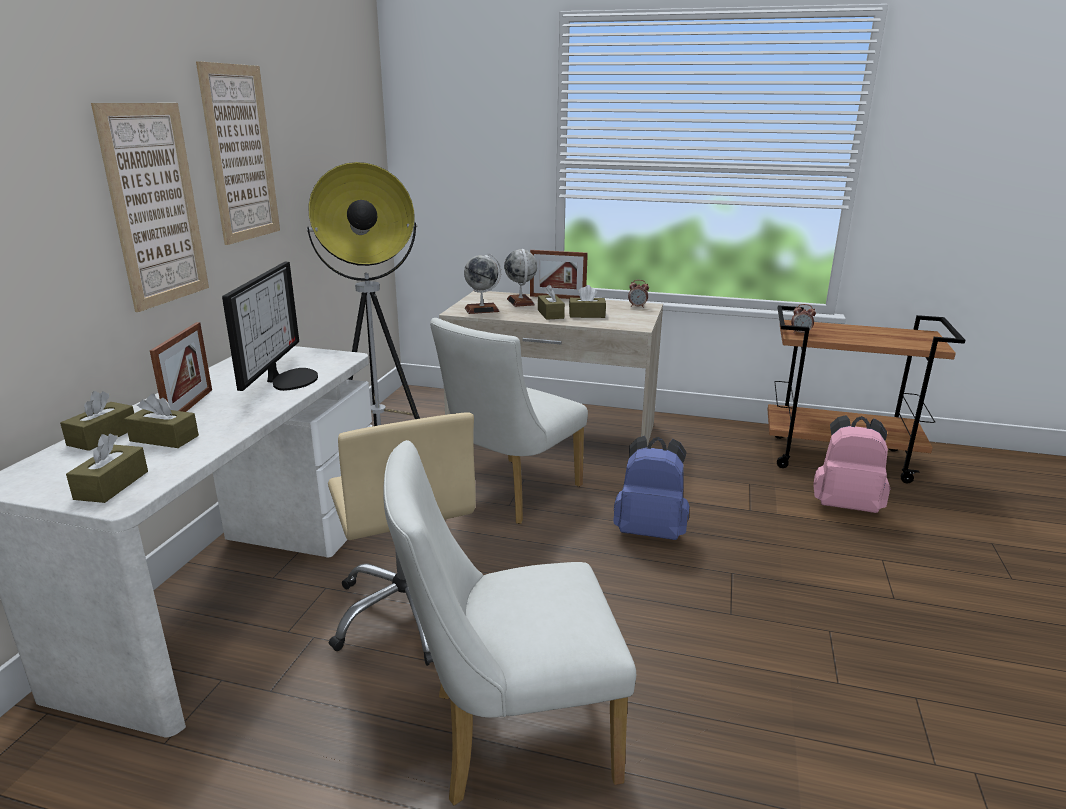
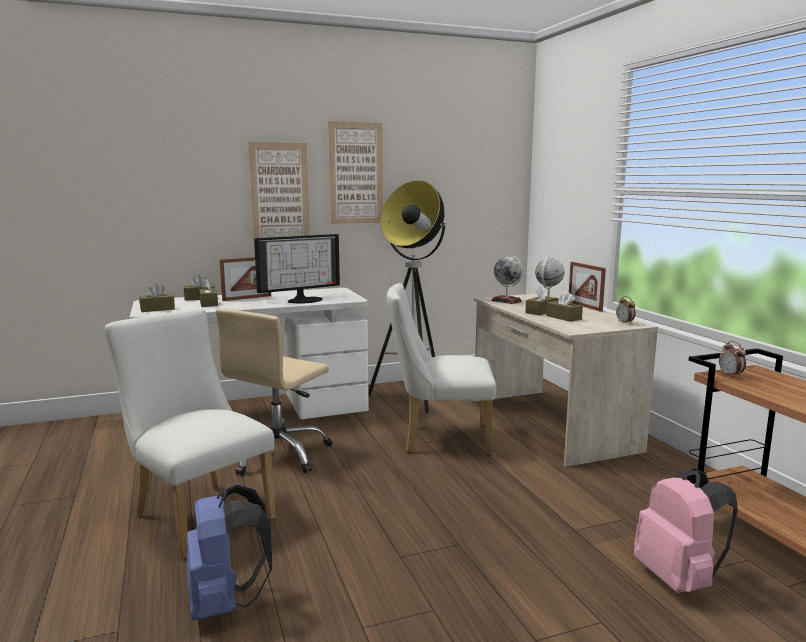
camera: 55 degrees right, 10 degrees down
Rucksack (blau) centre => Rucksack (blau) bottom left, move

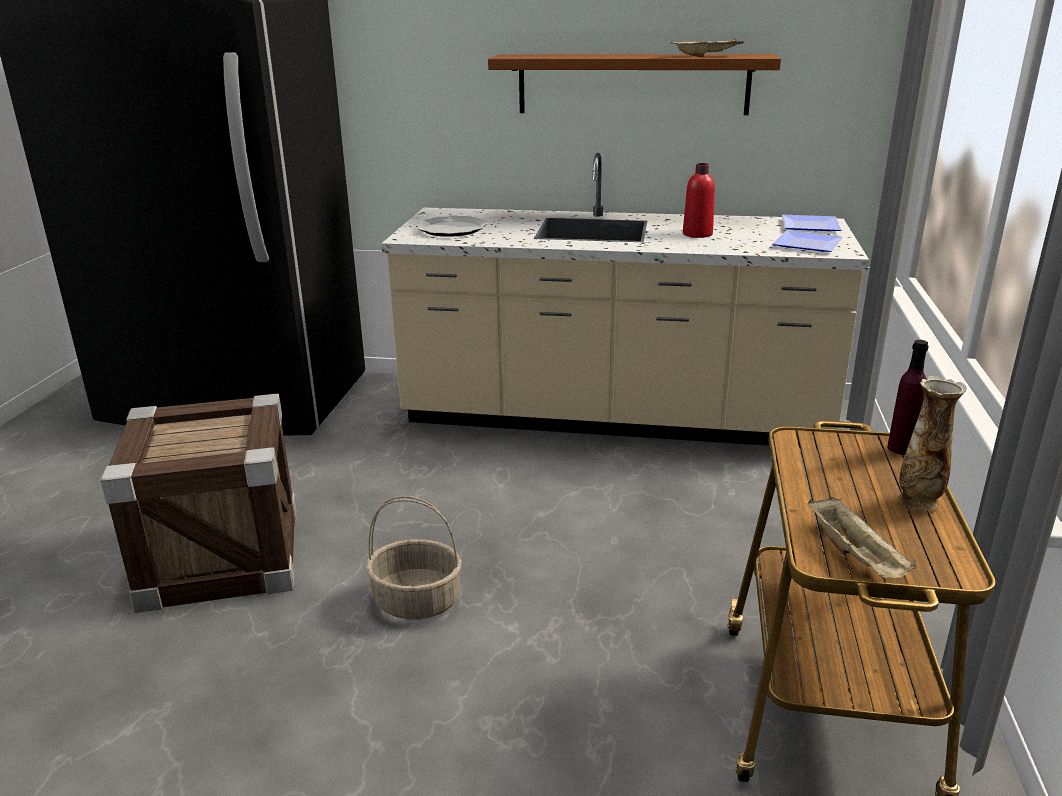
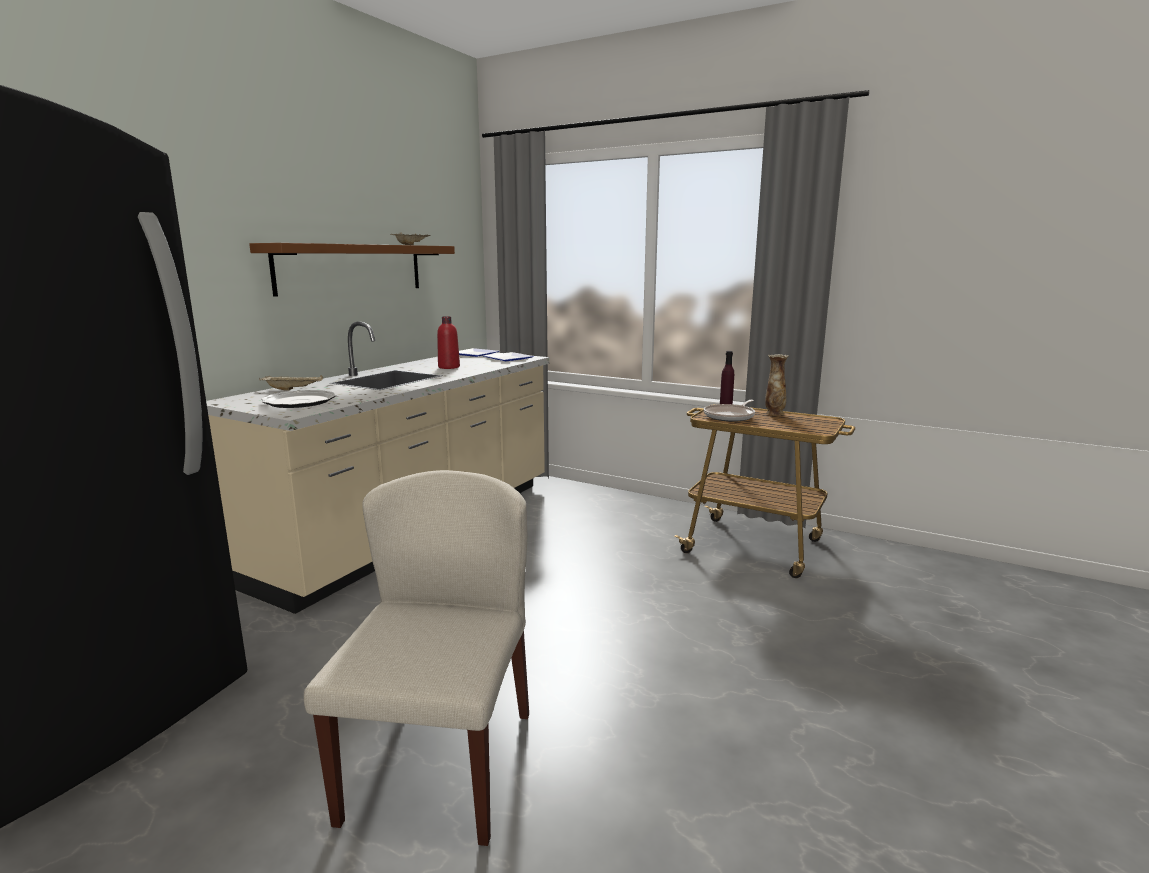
camera: 70 degrees left, 10 degrees down
Korb bottom centre => nothing
nothing => Pfanne centre
Tablett (beige) (2nd from left in the first image) bottom right => Tablett (beige) (1st from left) middle left, move
Kiste middle left => Stuhl (beige) bottom centre

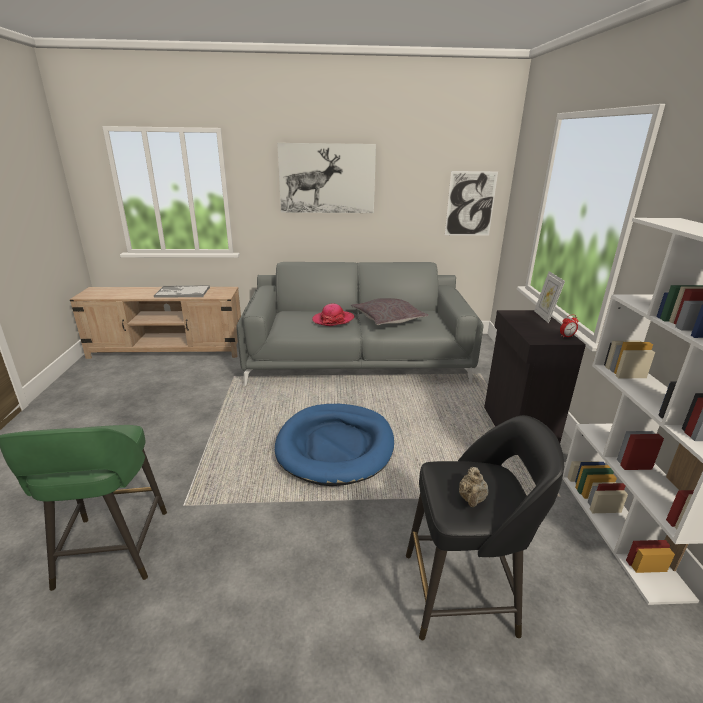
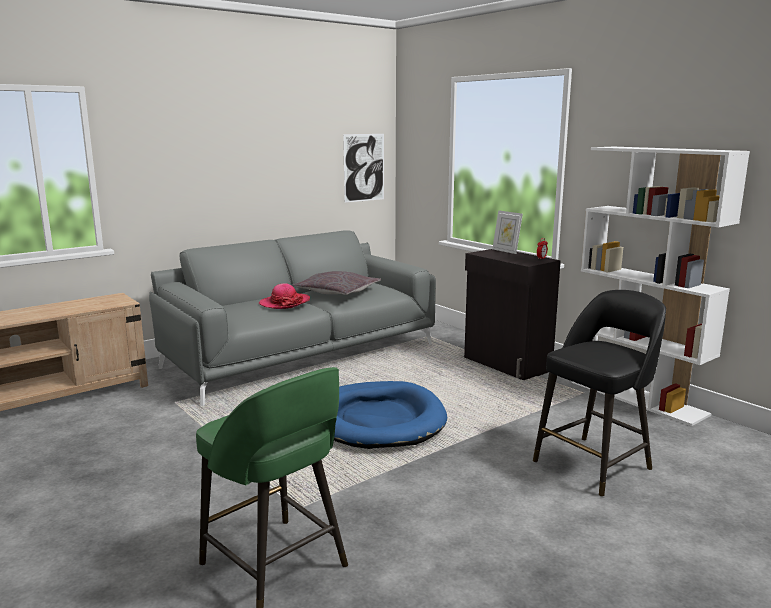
camera: 35 degrees left, 10 degrees down
Tablett middle left => nothing
Bild (1st from left) top centre => nothing
Teekanne (beige) bottom right => nothing

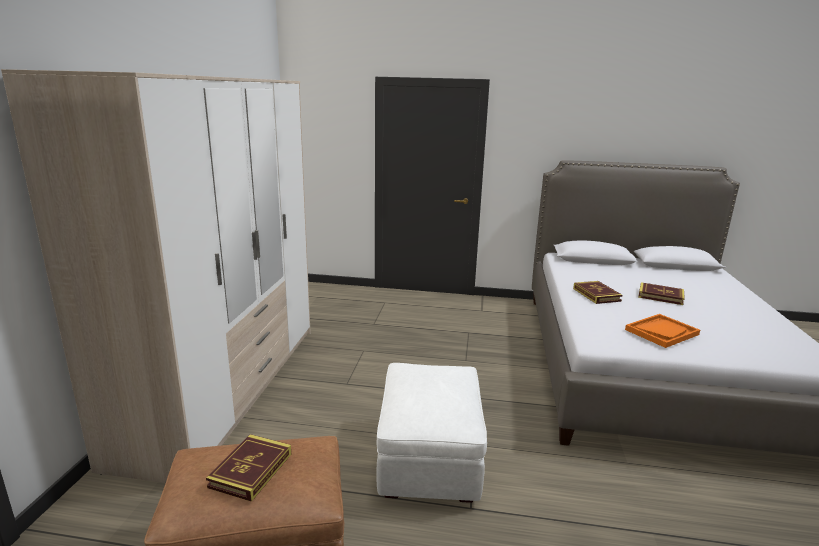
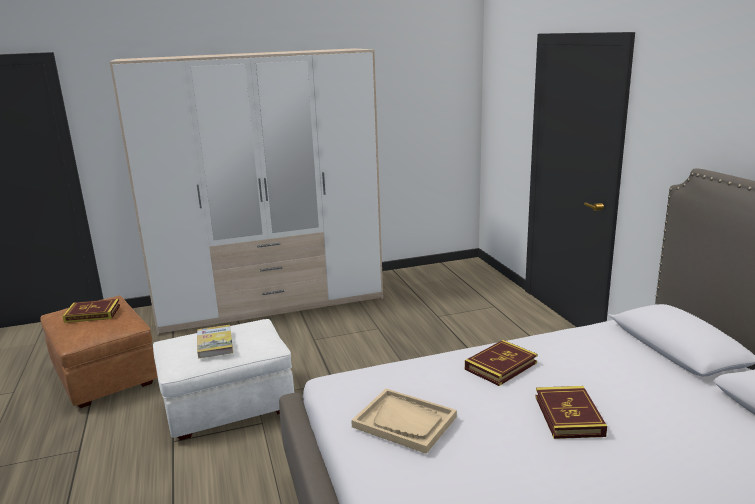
camera: 65 degrees right, 0 degrees up
nothing => Buch (2nd from left) bottom left
Tablett (orange) middle right => Tablett (beige) bottom centre

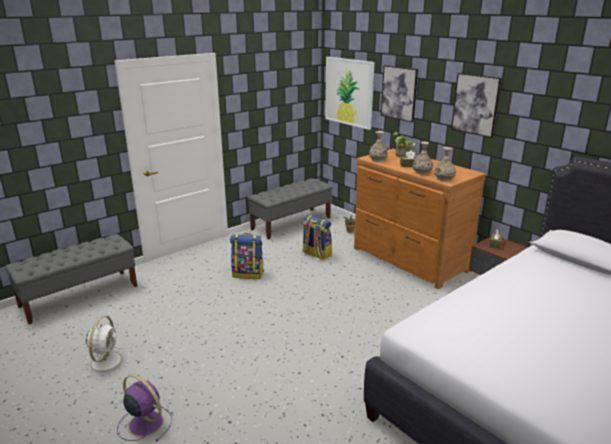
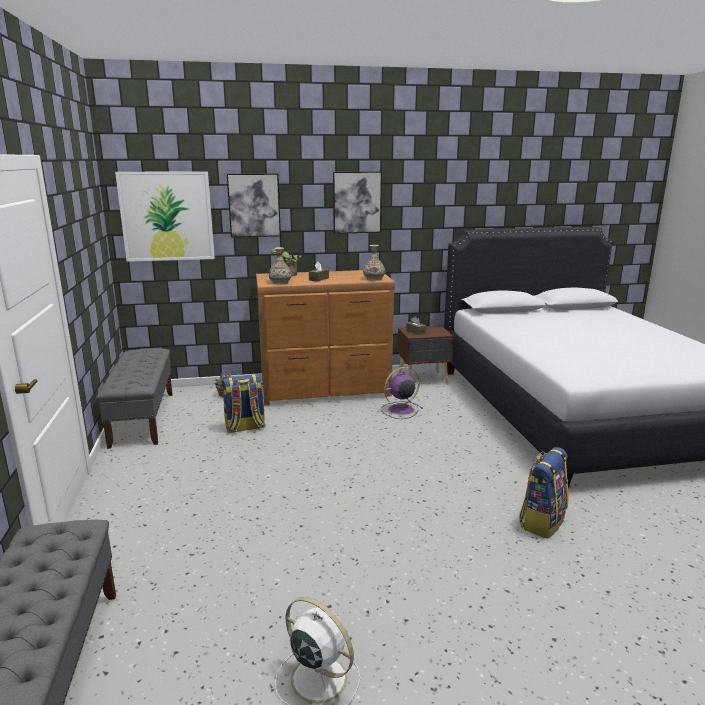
camera: 60 degrees left, 5 degrees down
Vase (2nd from left) middle right => nothing
Ventilator (lila) bottom left => Ventilator (lila) centre, move
Rucksack (1st from left in the first image) centre => Rucksack (2nd from left) bottom right, move

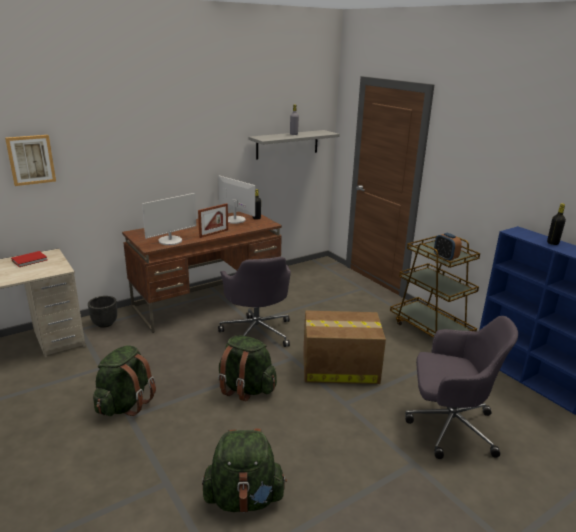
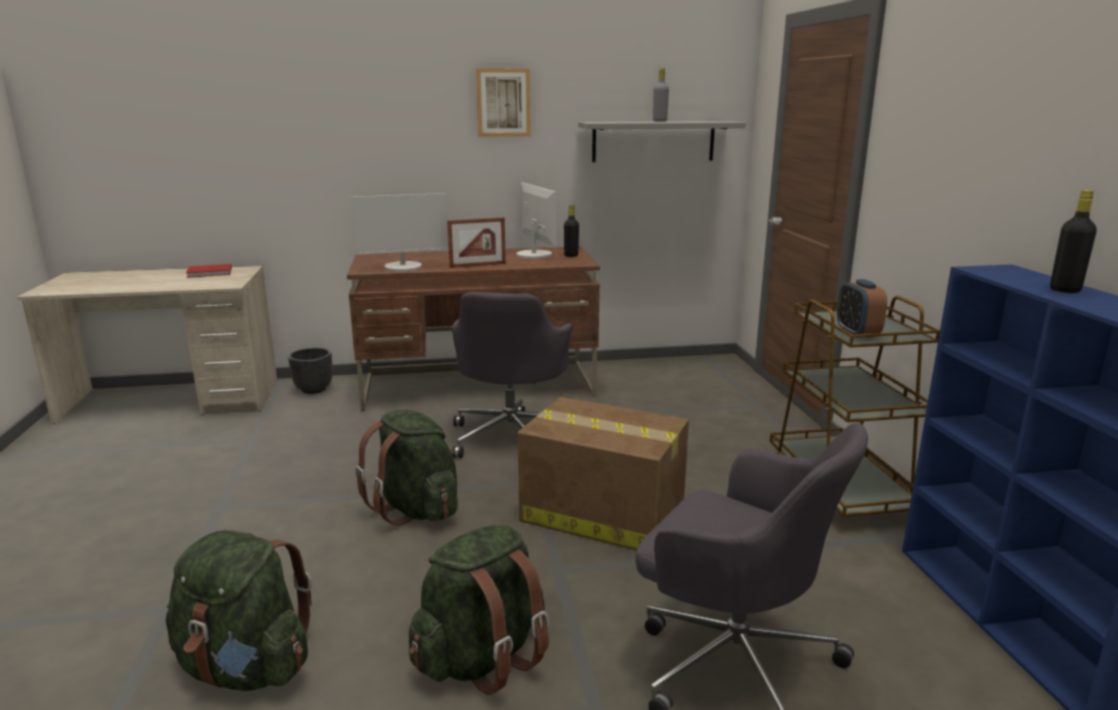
camera: 25 degrees right, 5 degrees down
Bild top left => Bild top centre, move
Rucksack (grün) (1st from left in the first image) bottom left => Rucksack (grün) (3rd from left) bottom centre, move

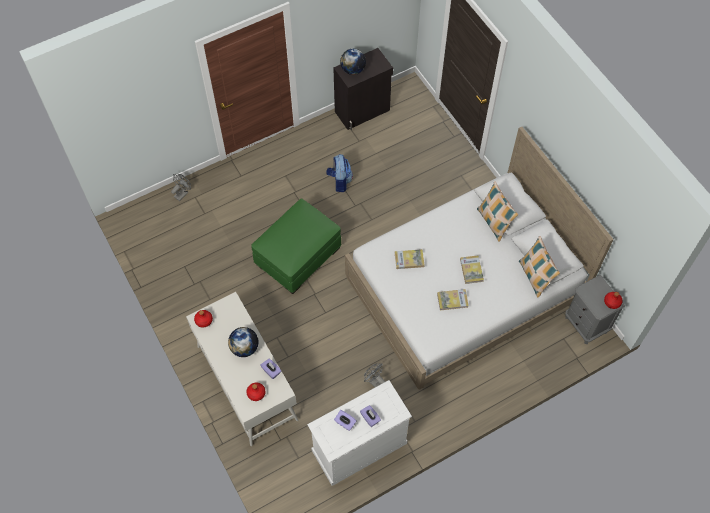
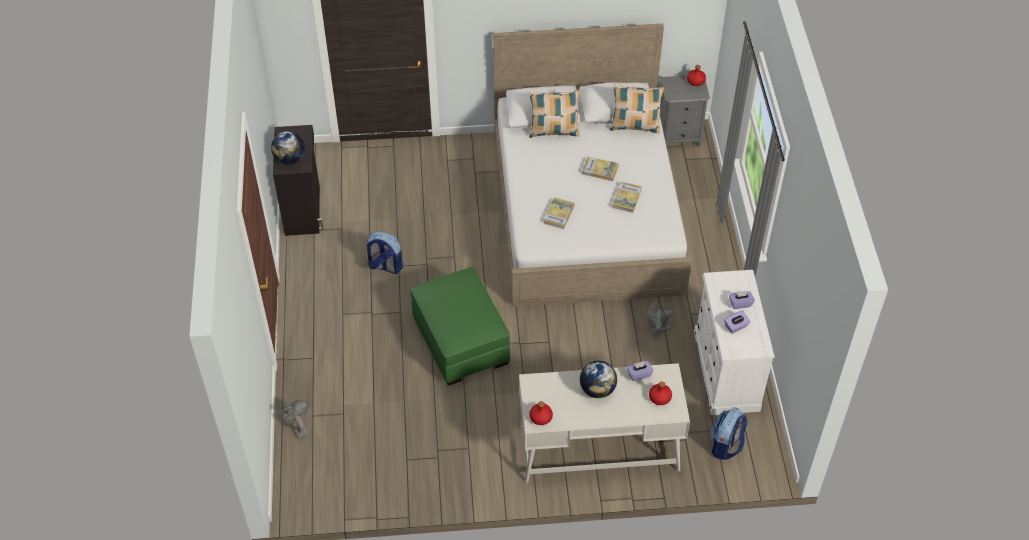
camera: 65 degrees left, 10 degrees down
nothing => Rucksack (2nd from left) bottom right

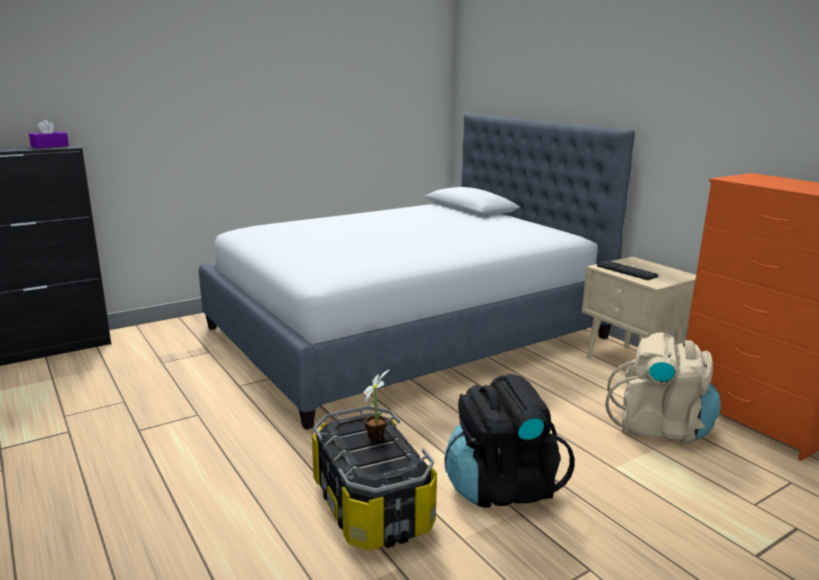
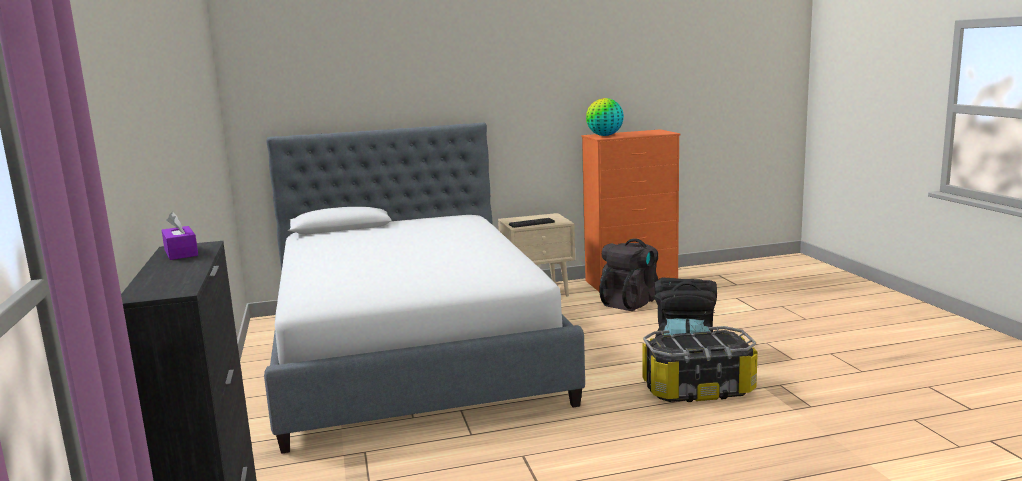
camera: 70 degrees left, 5 degrees down
Topfpflanze bottom centre => nothing
nothing => Globus top centre
Rucksack (beige) bottom right => Rucksack (schwarz) (1st from left) centre

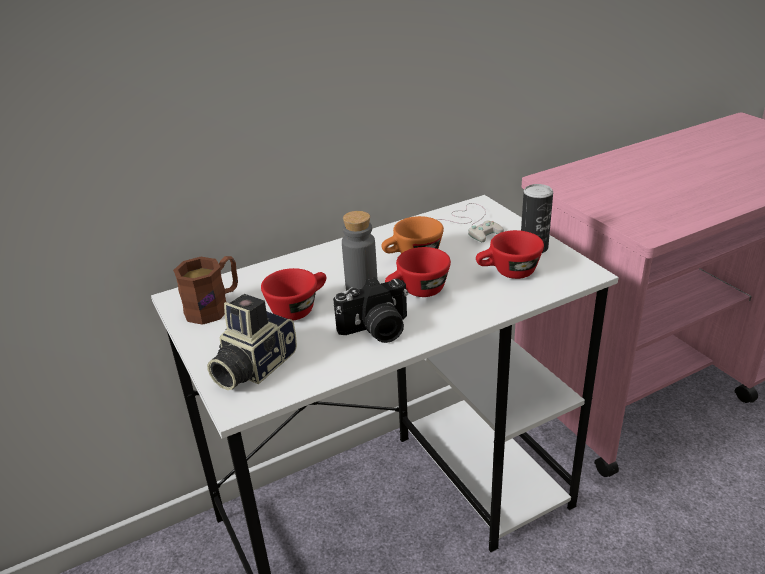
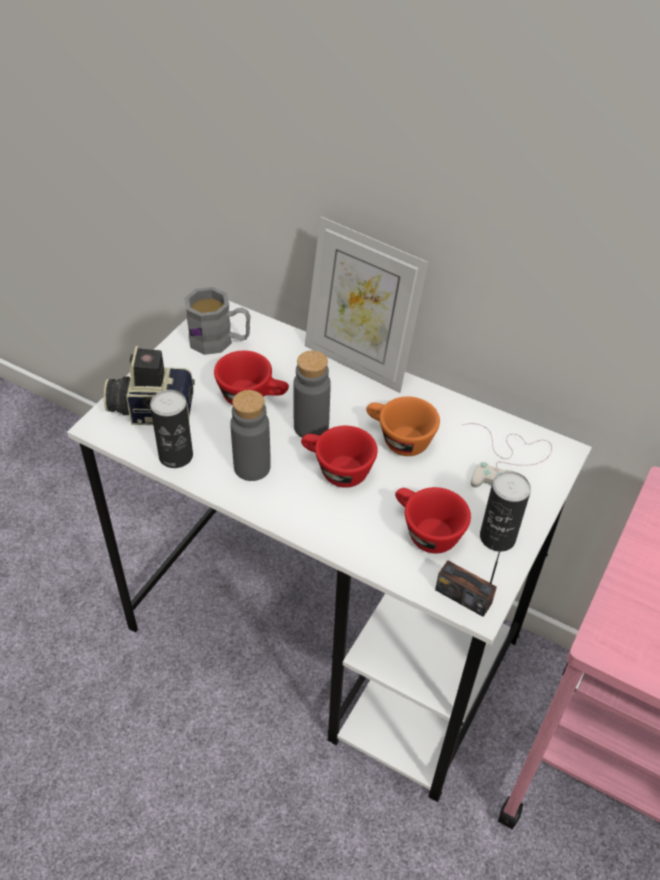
camera: 55 degrees right, 15 degrees up
nothing => Dose (1st from left) middle left
nothing => Bilderrahmen centre
nothing => Radio middle right
Kamera (2nd from left) centre => Flasche (grau) (1st from left) centre
Henkelbecher (braun) middle left => Henkelbecher (grau) middle left

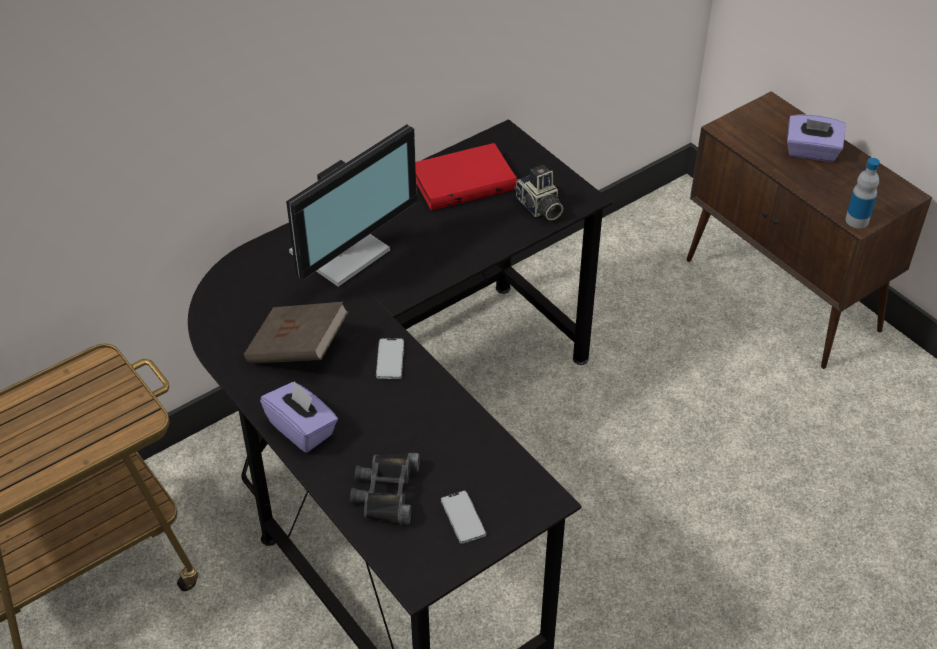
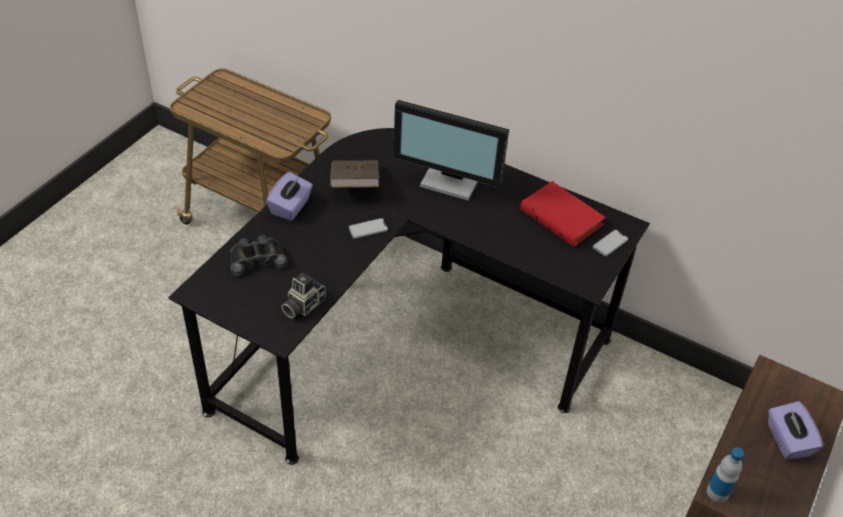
camera: 65 degrees right, 0 degrees up
Handy (2nd from left) bottom centre => Handy (2nd from left) middle right, move
Kamera top centre => Kamera centre, move

